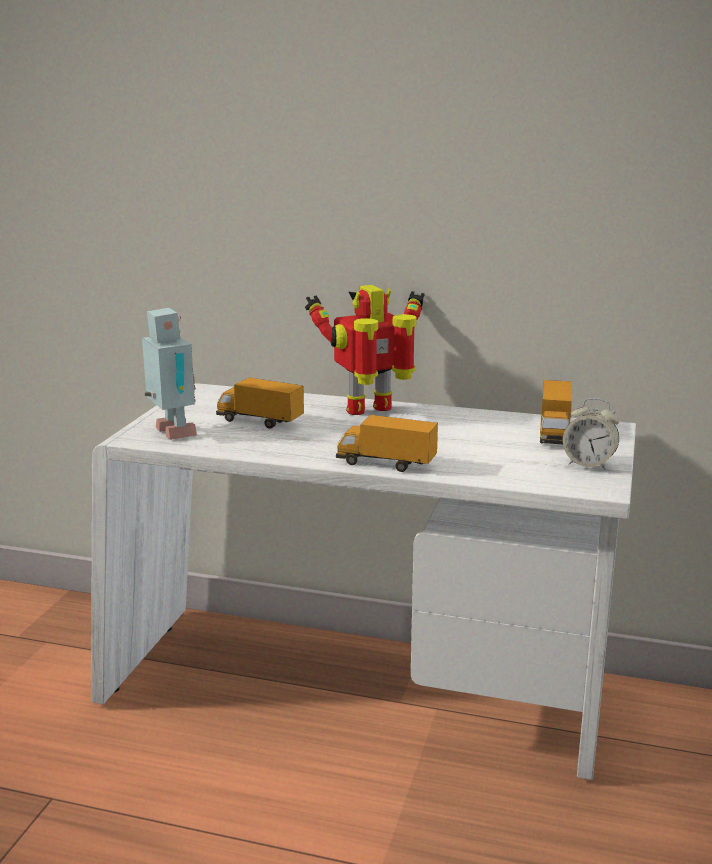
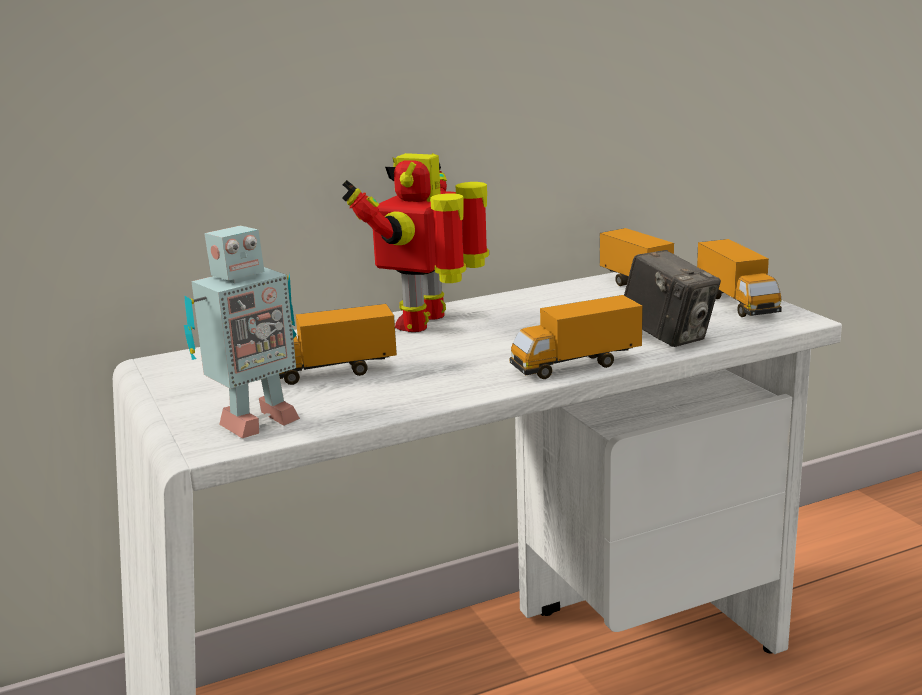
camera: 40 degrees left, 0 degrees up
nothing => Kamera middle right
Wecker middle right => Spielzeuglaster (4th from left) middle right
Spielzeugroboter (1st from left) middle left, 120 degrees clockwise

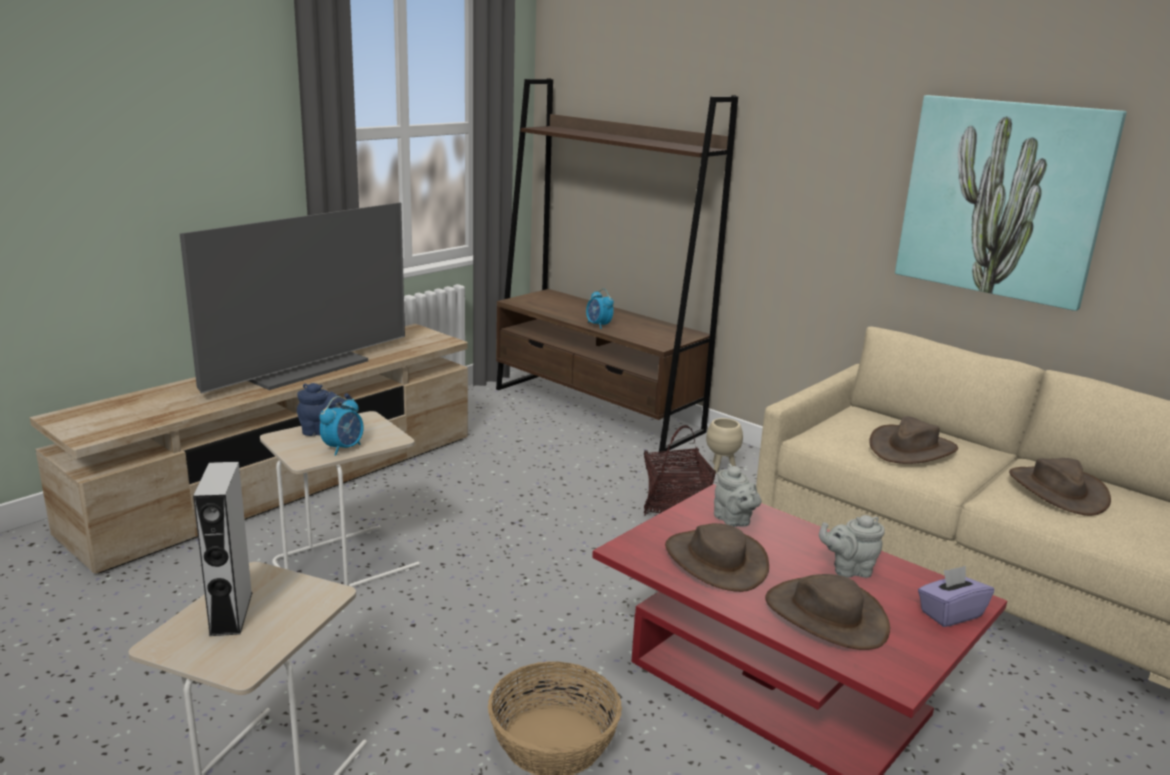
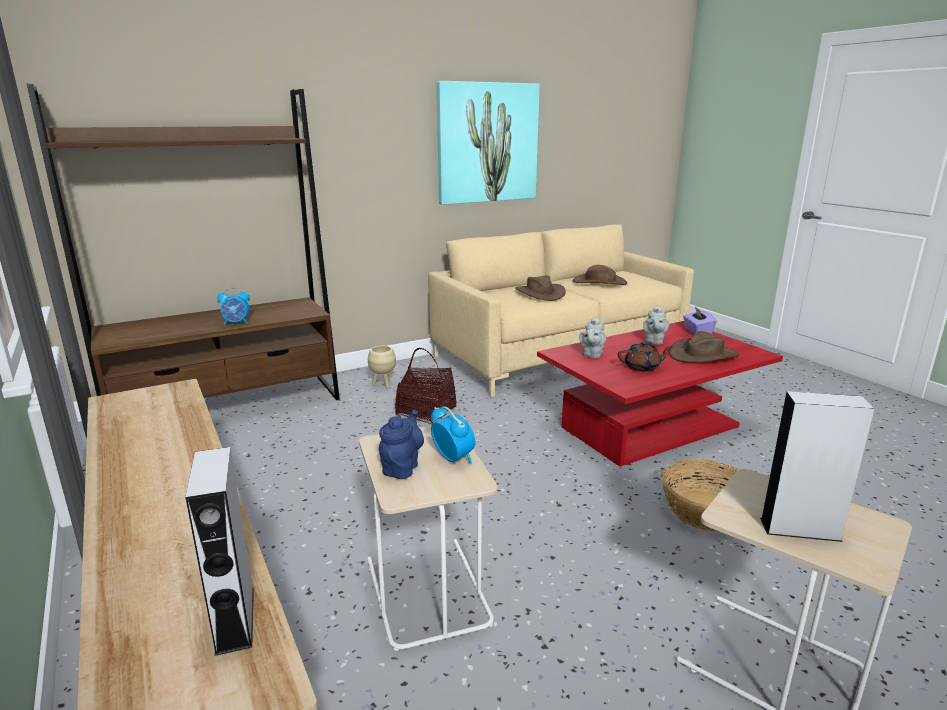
camera: 70 degrees left, 0 degrees up
Fernseher middle left => nothing
nothing => Lautsprecher (grau) (1st from left) bottom left
Hut (braun) (1st from left) bottom centre => Teekanne (braun) middle right
Teekanne (grau) (1st from left) centre, 120 degrees clockwise

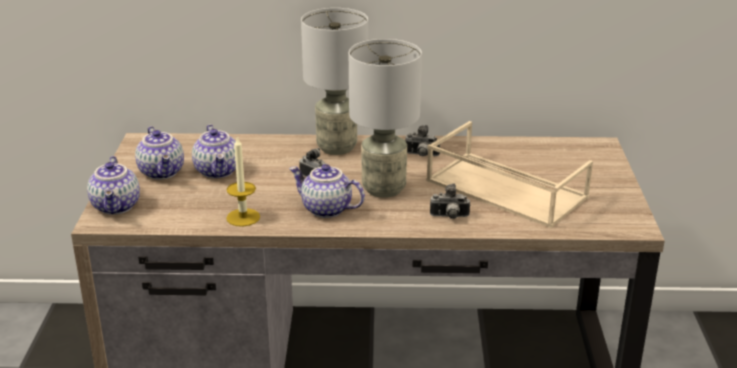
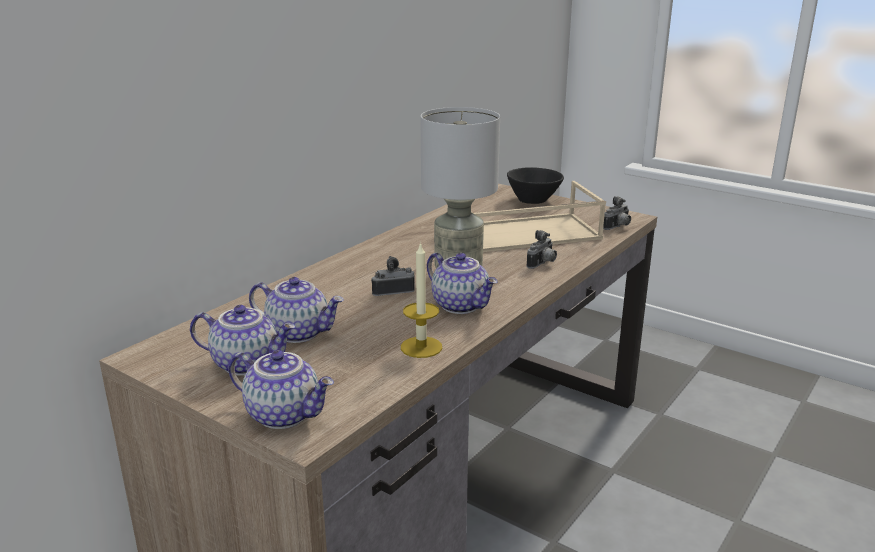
camera: 55 degrees left, 5 degrees down
Tischlampe (grau) (1st from left) top centre => nothing
nothing => Schüssel (schwarz) centre
Kamera (2nd from left in the first image) centre => Kamera (3rd from left) middle right, move
Teekanne (4th from left) centre, 105 degrees counterclockwise

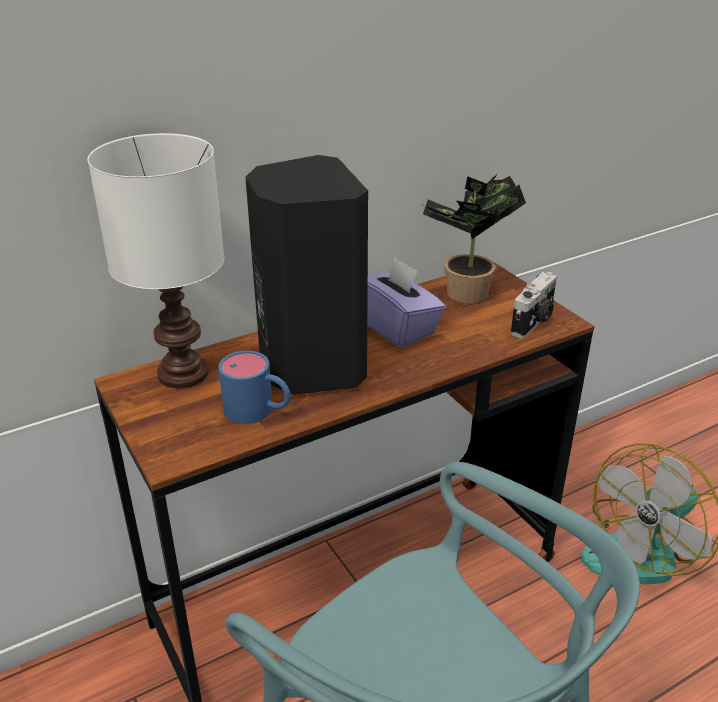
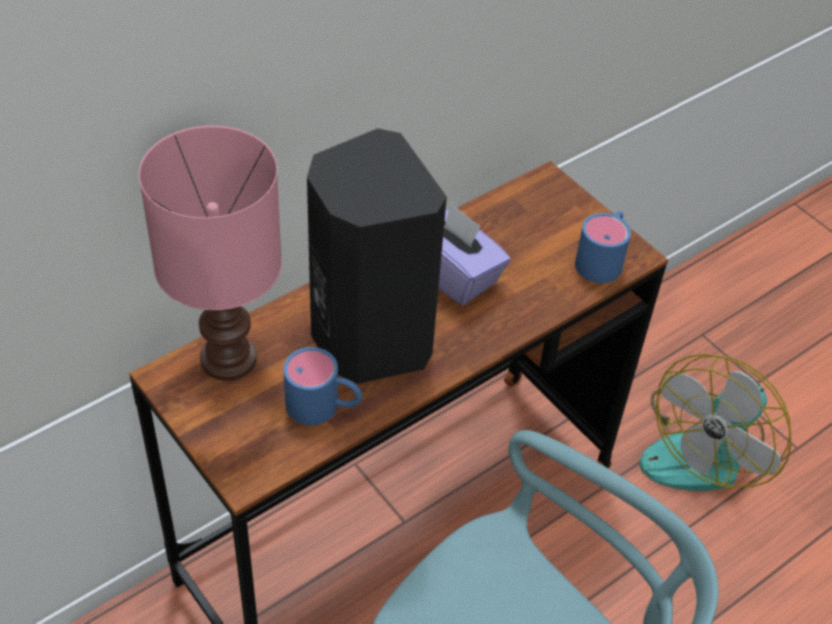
camera: 10 degrees left, 15 degrees up
Topfpflanze centre => nothing
Kamera middle right => Henkelbecher (blau) (2nd from left) middle right
Tischlampe (weiß) middle left => Tischlampe (rosa) middle left

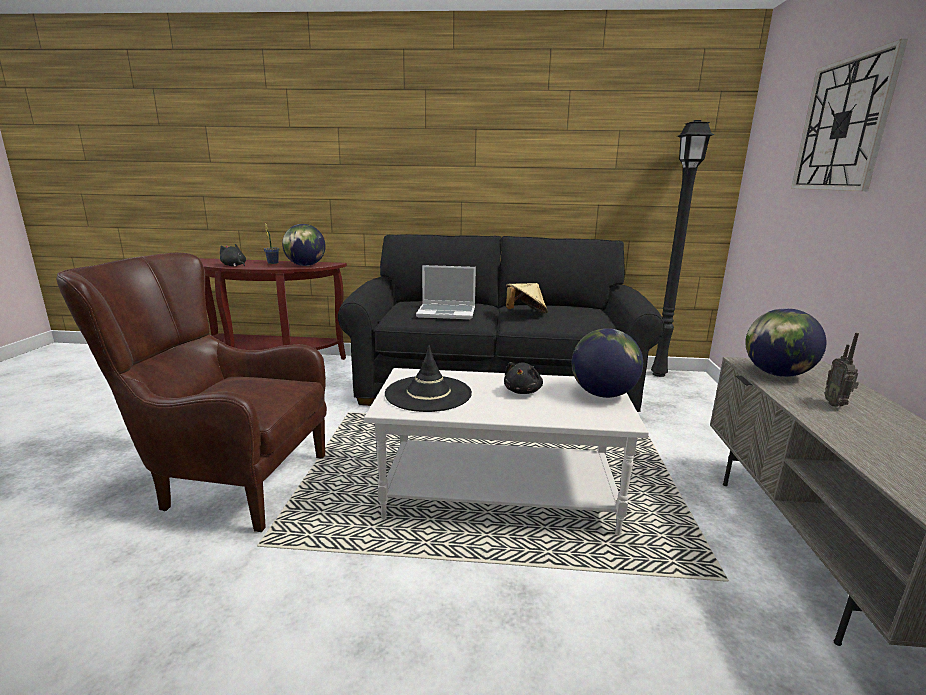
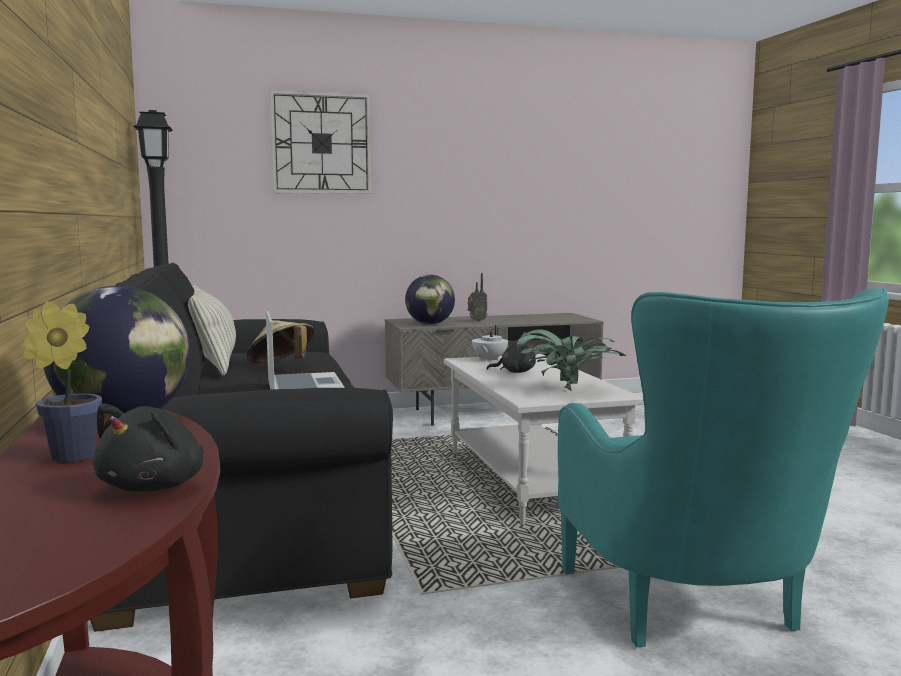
camera: 110 degrees left, 10 degrees down
nothing => Kissen middle left
Hut (schwarz) centre => Topfpflanze (2nd from left) centre
Globus (2nd from left) centre => Teekanne (weiß) centre
Sessel (braun) middle left => Sessel (türkis) bottom right

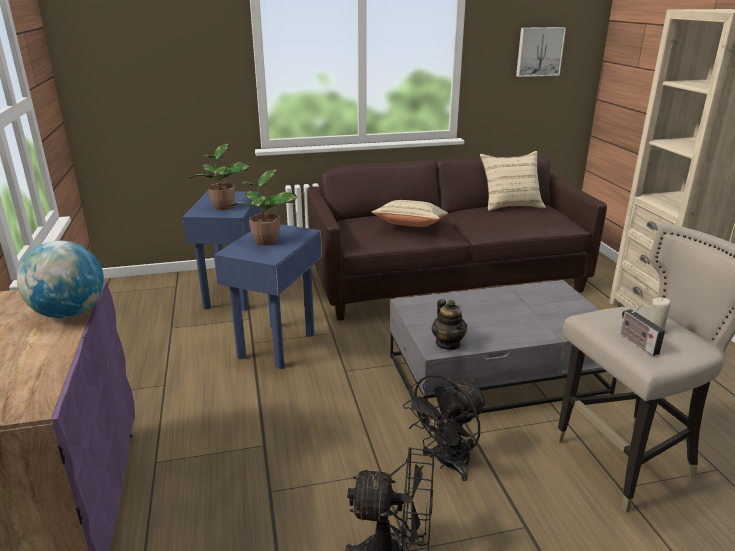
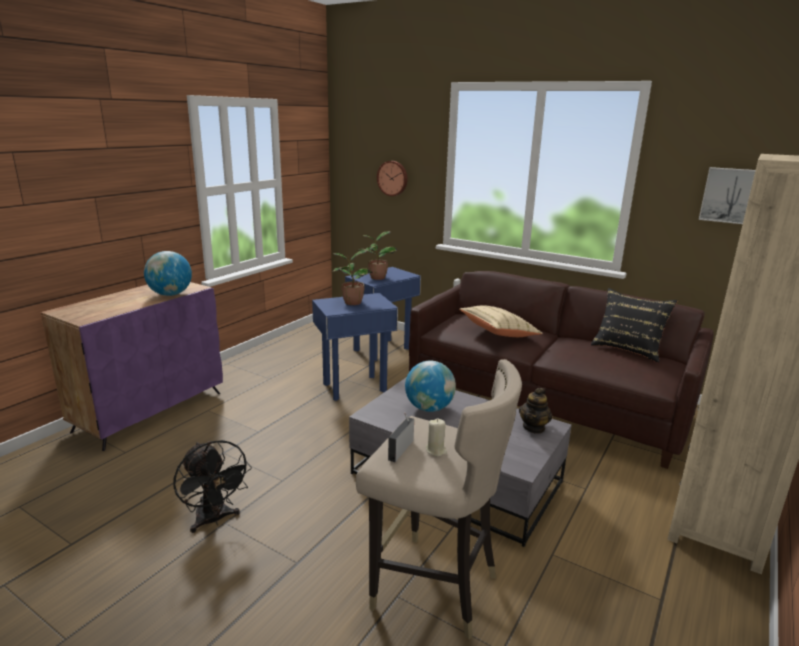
camera: 45 degrees right, 5 degrees down
Ventilator (schwarz) (2nd from left) bottom centre => nothing
nothing => Wanduhr top centre
nothing => Globus (2nd from left) centre
Teekanne centre => Teekanne middle right, move
Kissen (beige) (2nd from left) top right => Kissen (schwarz) middle right

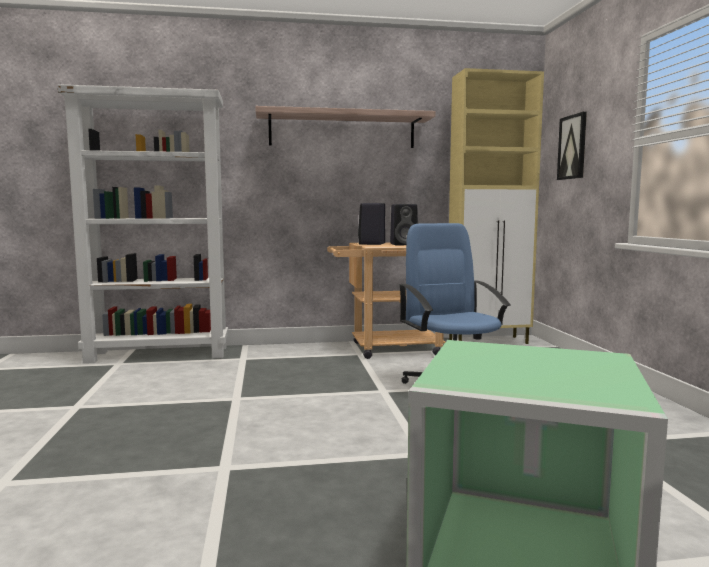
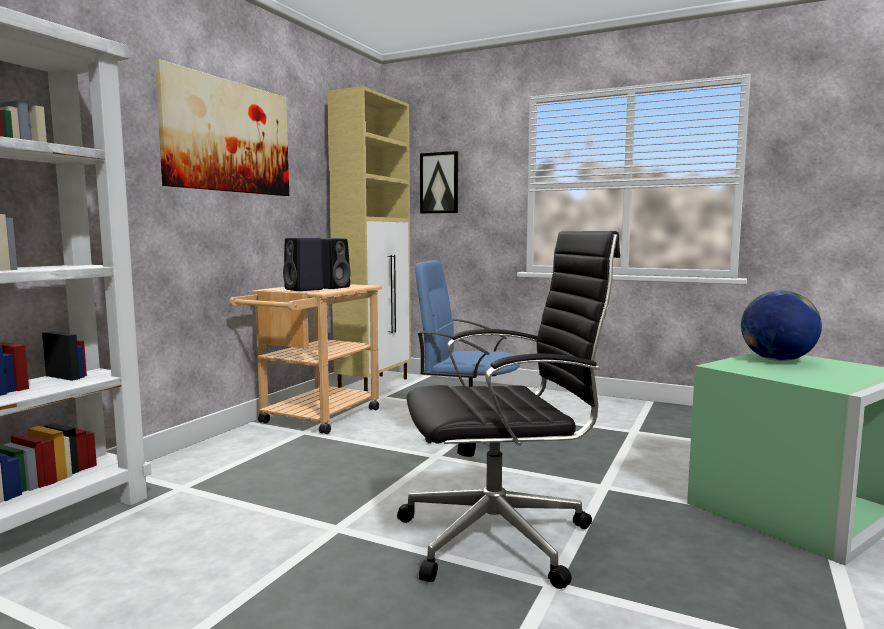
camera: 55 degrees left, 0 degrees up
nothing => Bürostuhl (schwarz) centre
nothing => Globus middle right
Wandregal top centre => Bild (1st from left) top left

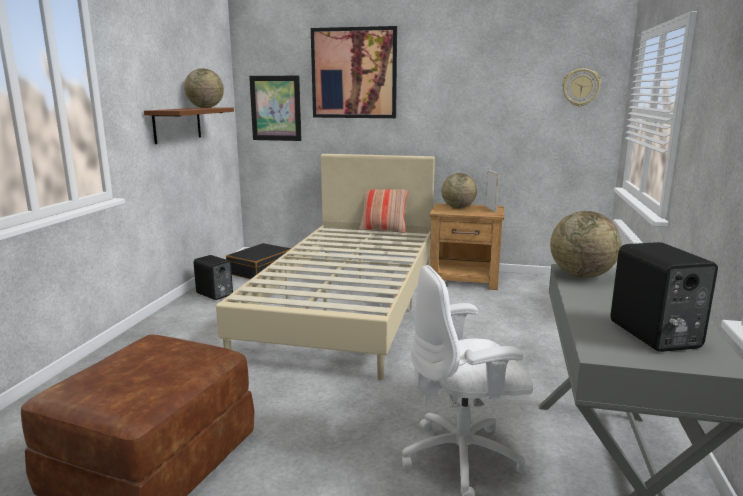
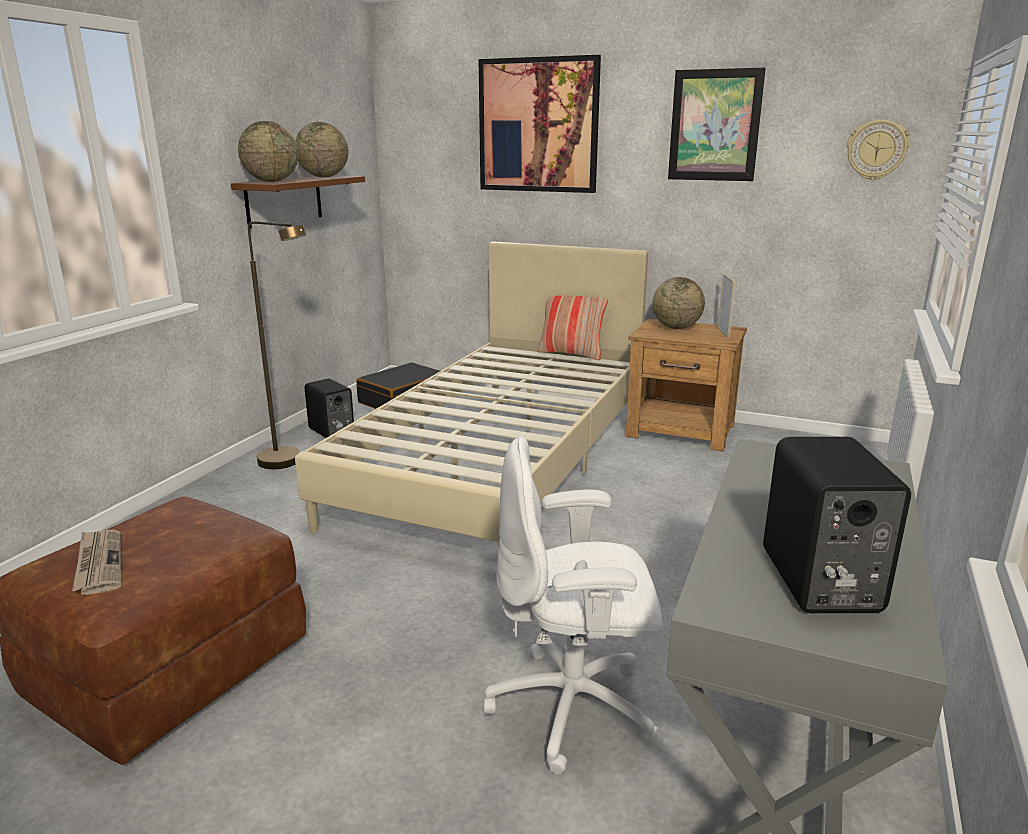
camera: 10 degrees right, 5 degrees up
nothing => Zeitung bottom left
nothing => Stehlampe (braun) middle left
Bild (1st from left in the first image) top centre => Bild (2nd from left) top right, move
Globus (3rd from left in the first image) middle right => Globus (1st from left) top left, move

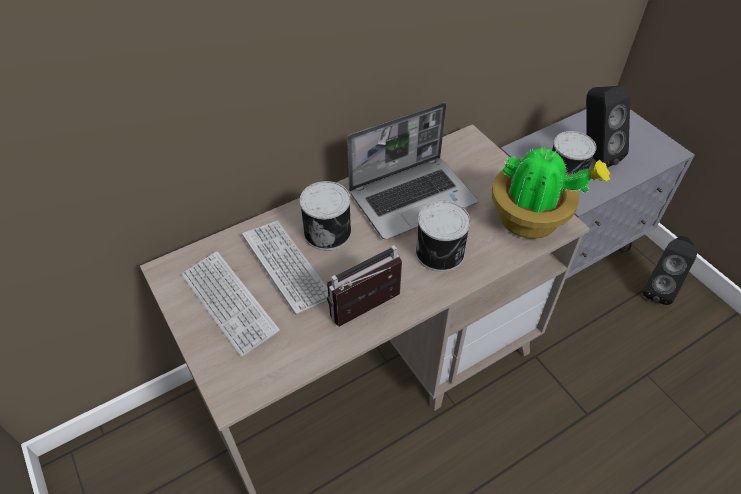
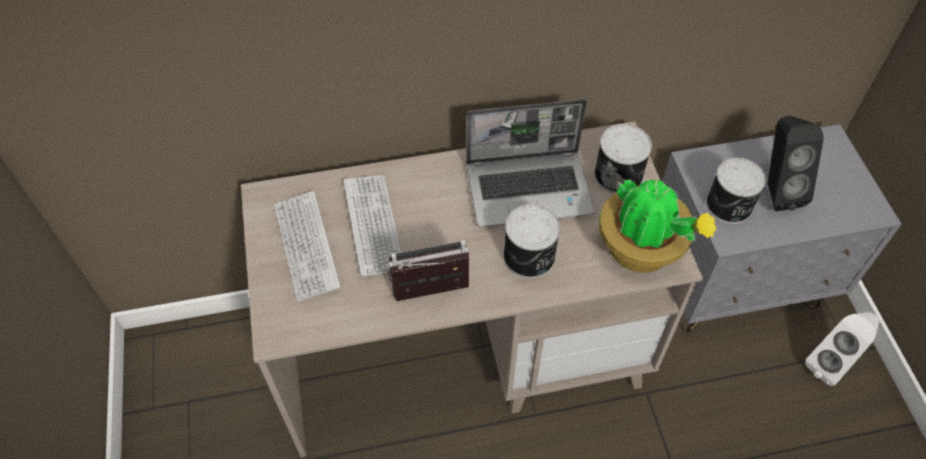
camera: 20 degrees right, 5 degrees up
Dose (1st from left in the first image) centre => Dose (2nd from left) middle right, move
Lautsprecher (schwarz) (2nd from left) middle right => Lautsprecher (weiß) bottom right

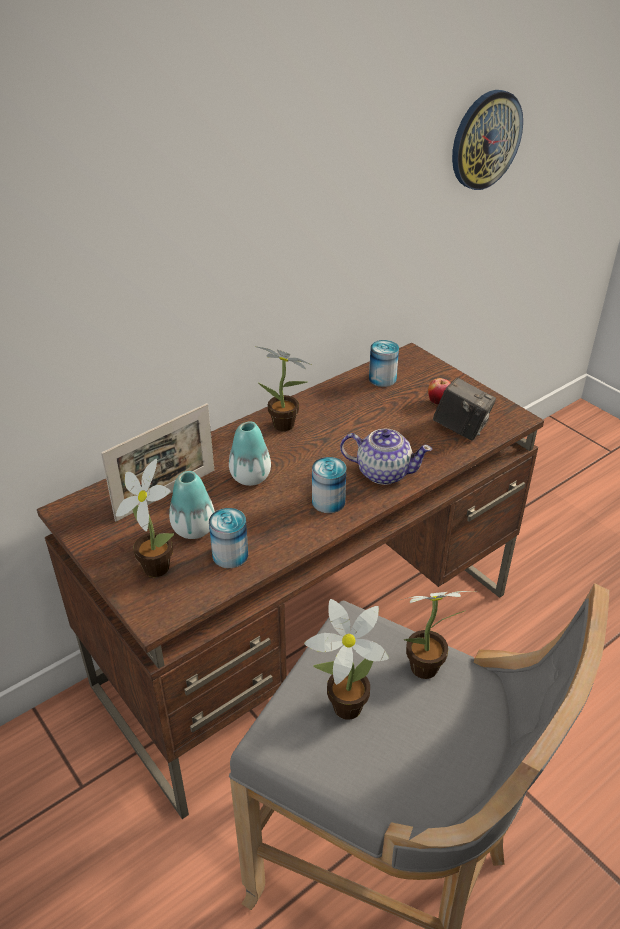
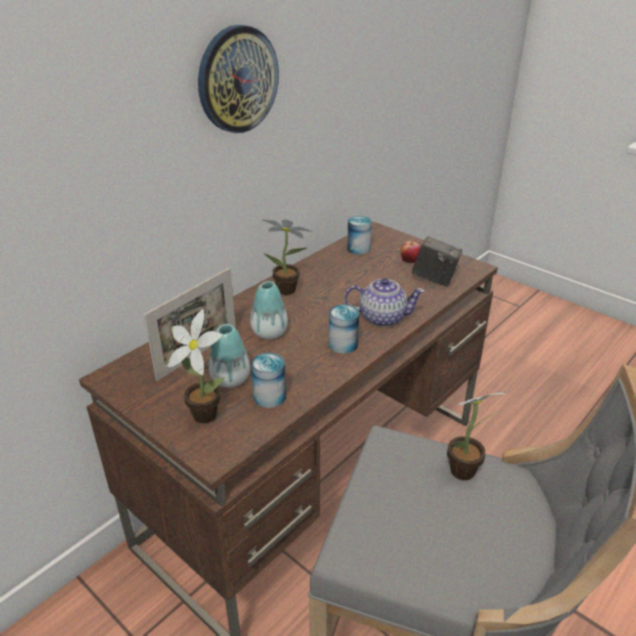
camera: 10 degrees left, 5 degrees down
Topfpflanze (3rd from left) bottom centre => nothing
Wanduhr top right => Wanduhr top centre, move

